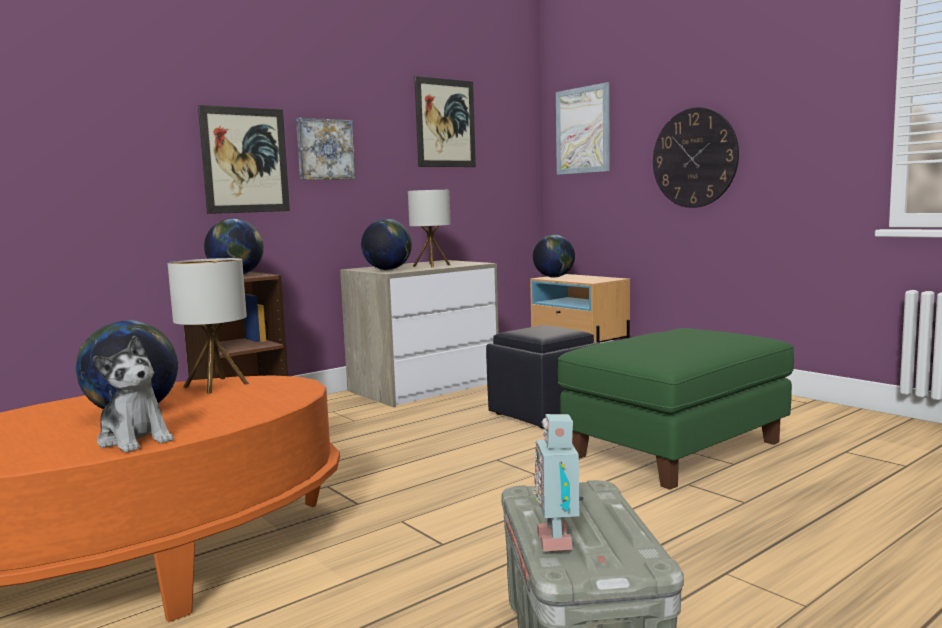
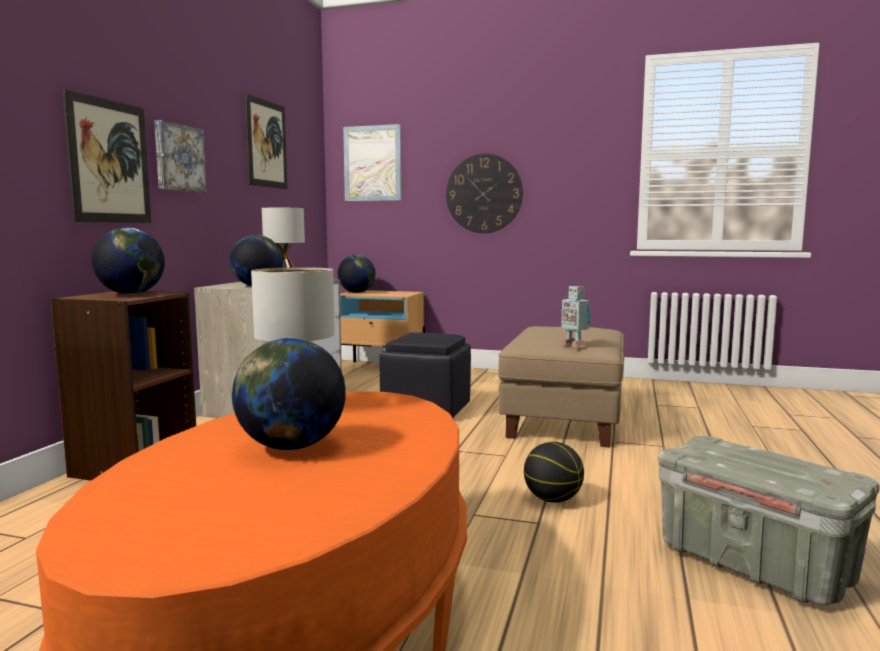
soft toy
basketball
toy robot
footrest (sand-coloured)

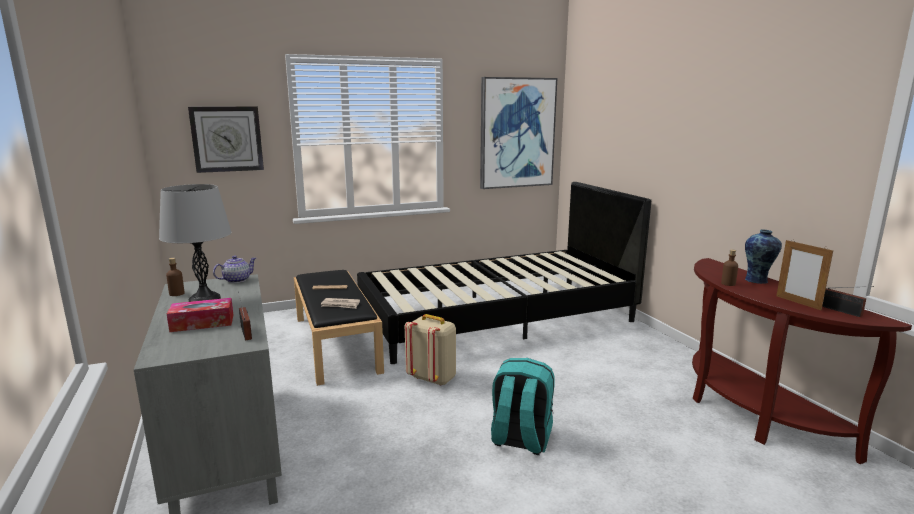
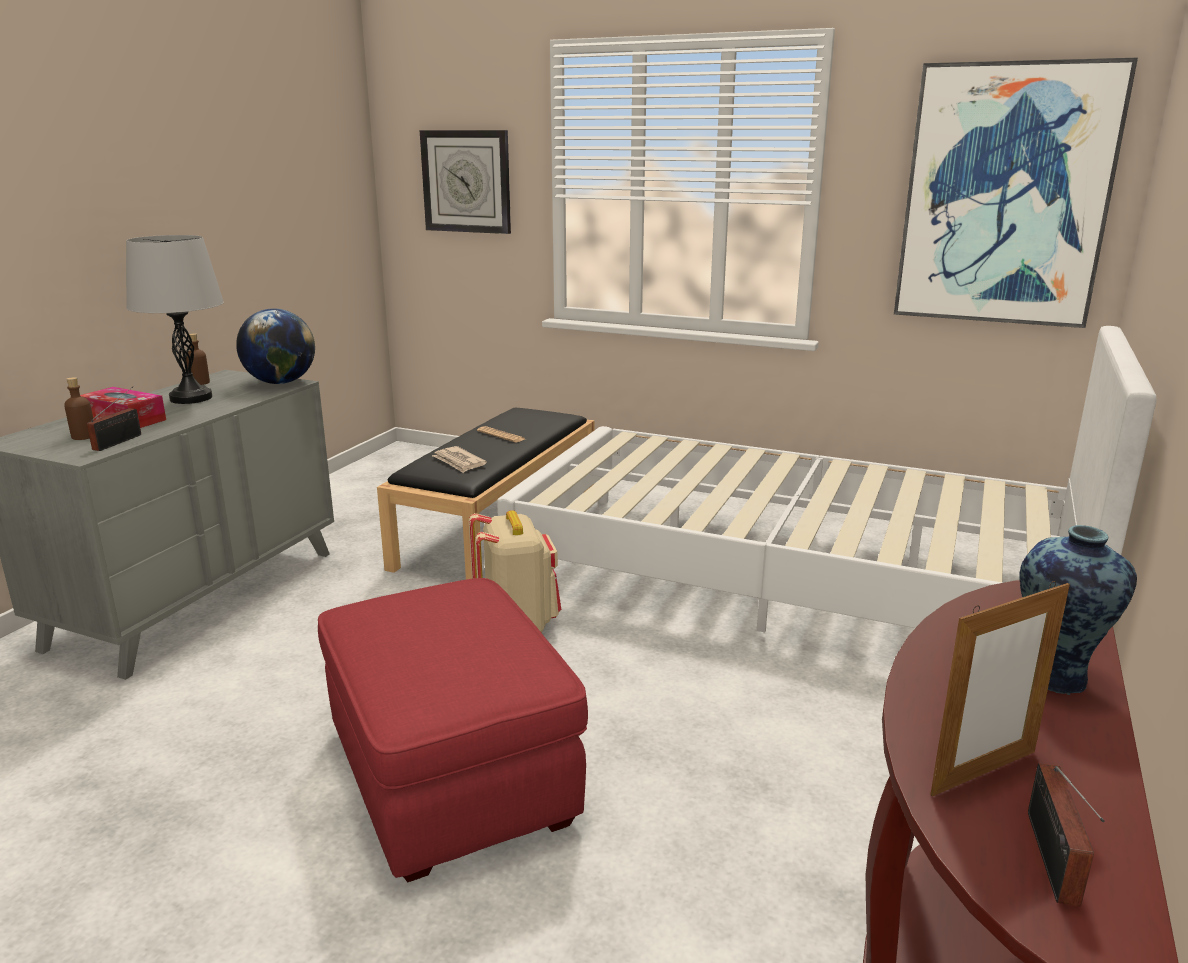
bottle (brown-coloured) (1st from left)
world globe
footrest (reddish)
sleeping bed (whitish)
picture frame

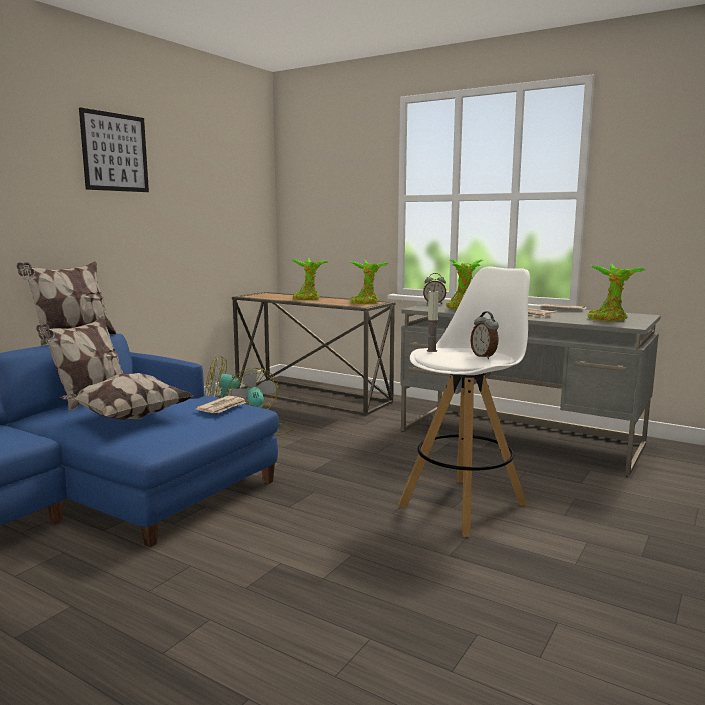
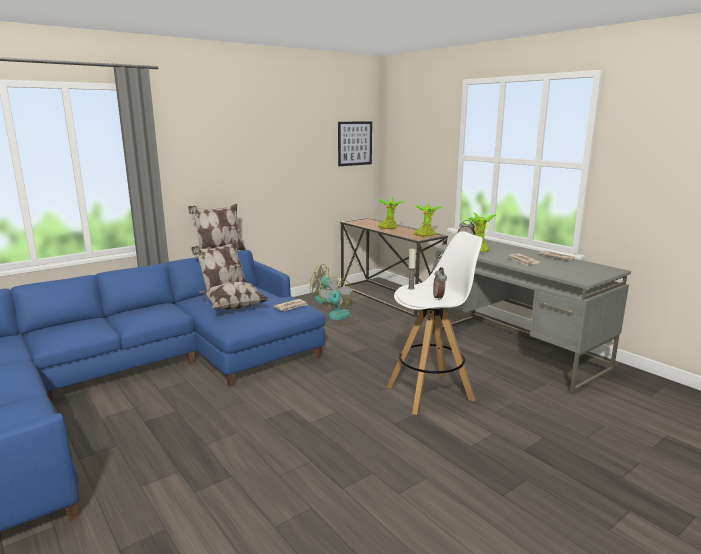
plant in a pot (4th from left in the first image)
picture

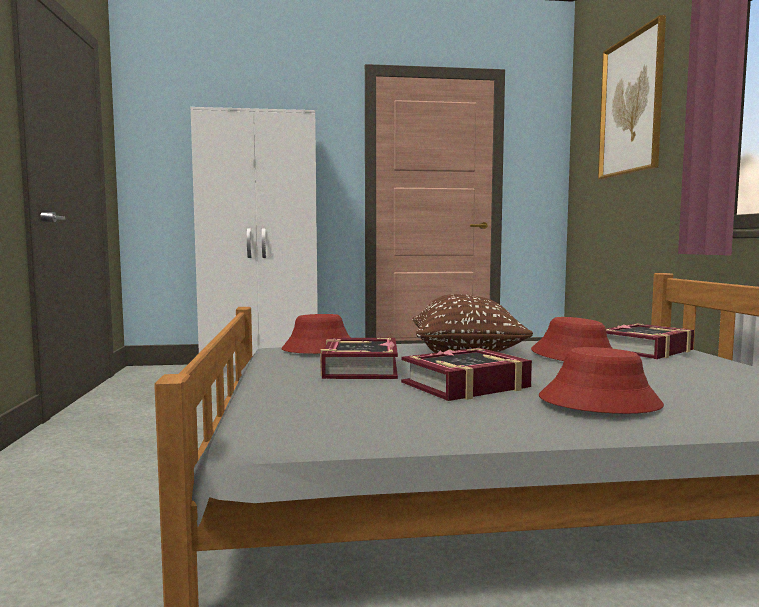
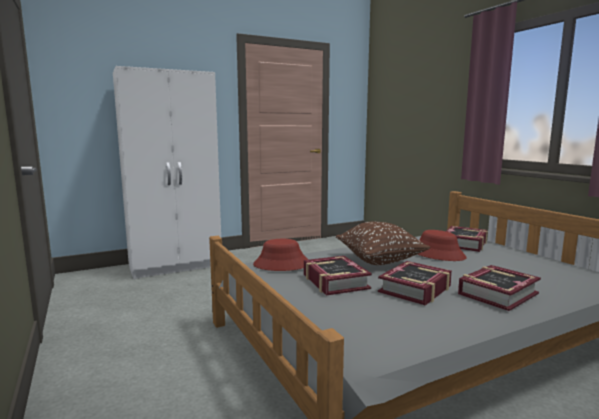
picture
book (4th from left)

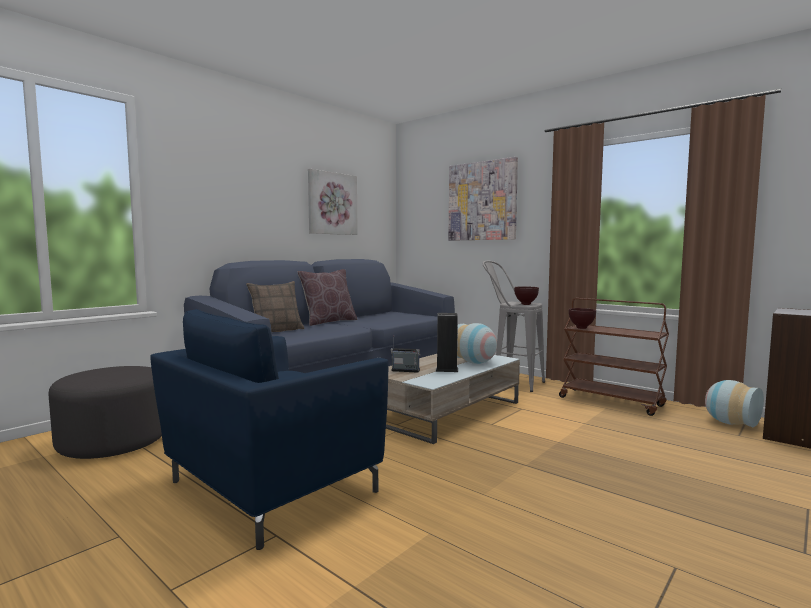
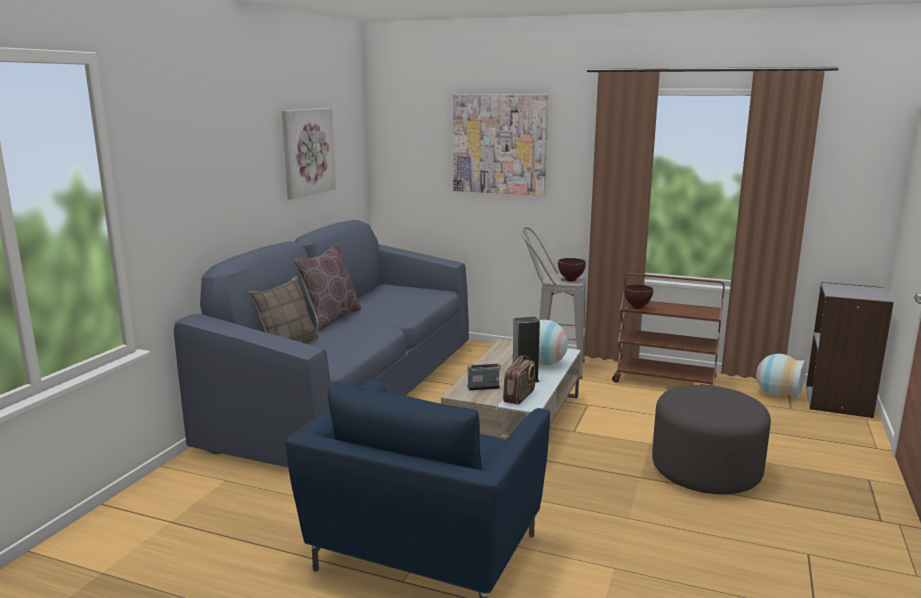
radio receiver (2nd from left)
footrest (grey)

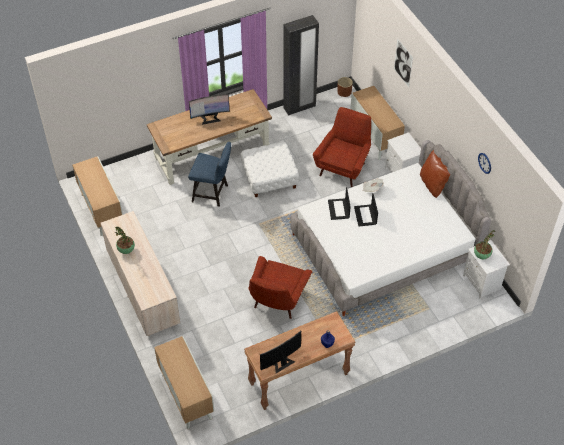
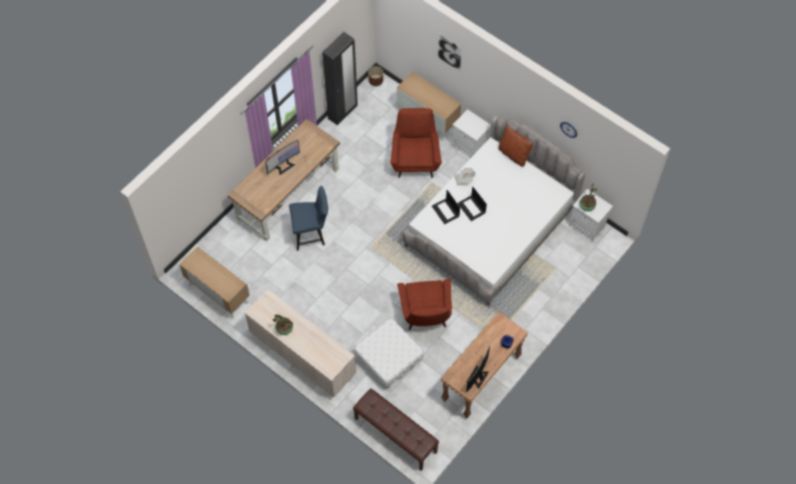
footrest (whitish)
bench (brown-coloured)

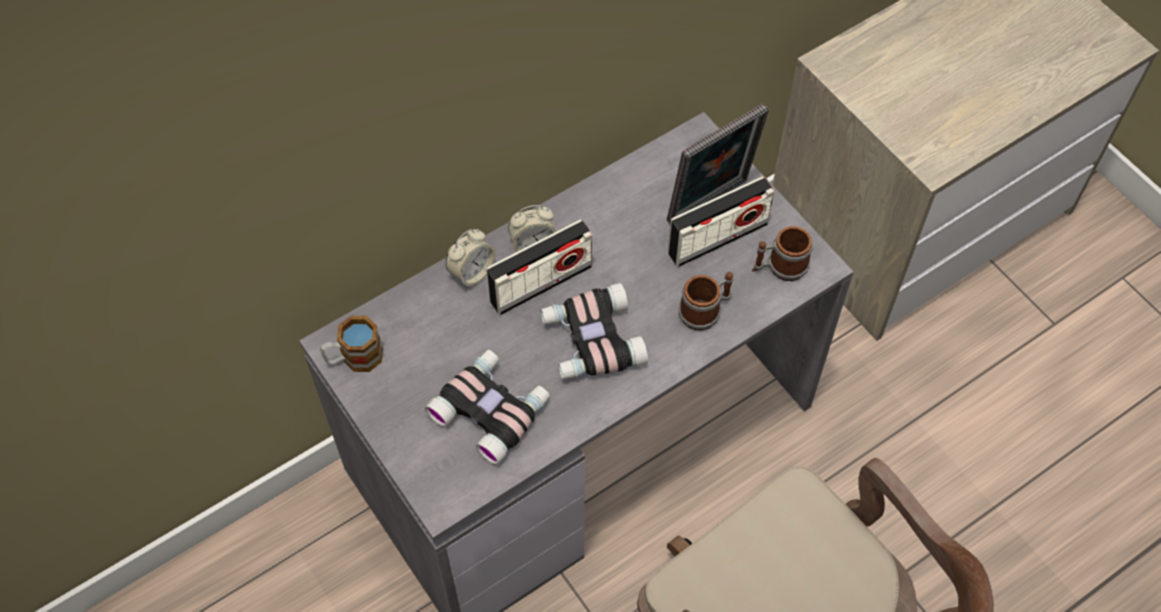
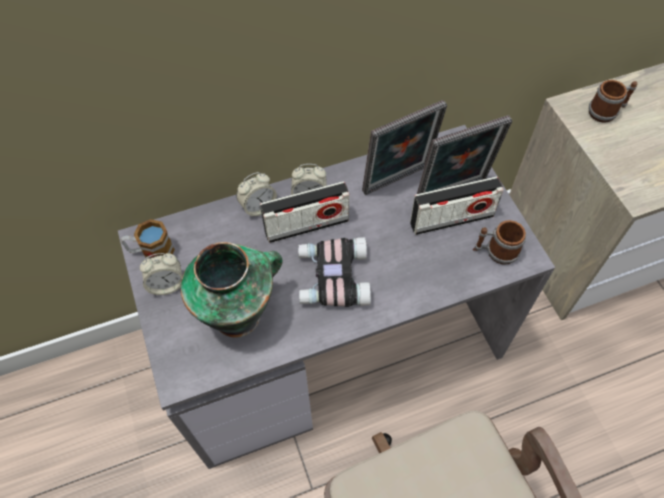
alarm clock (1st from left)
picture frame (1st from left)
mug (3rd from left)
flower vase

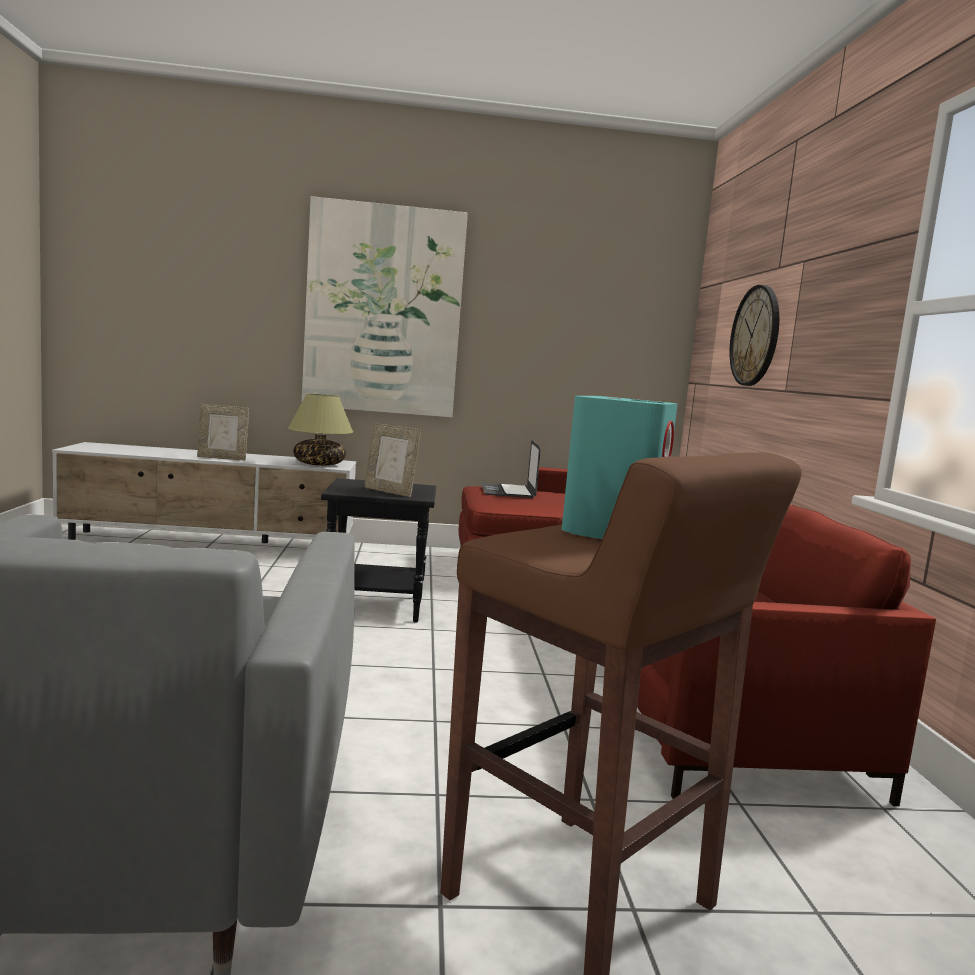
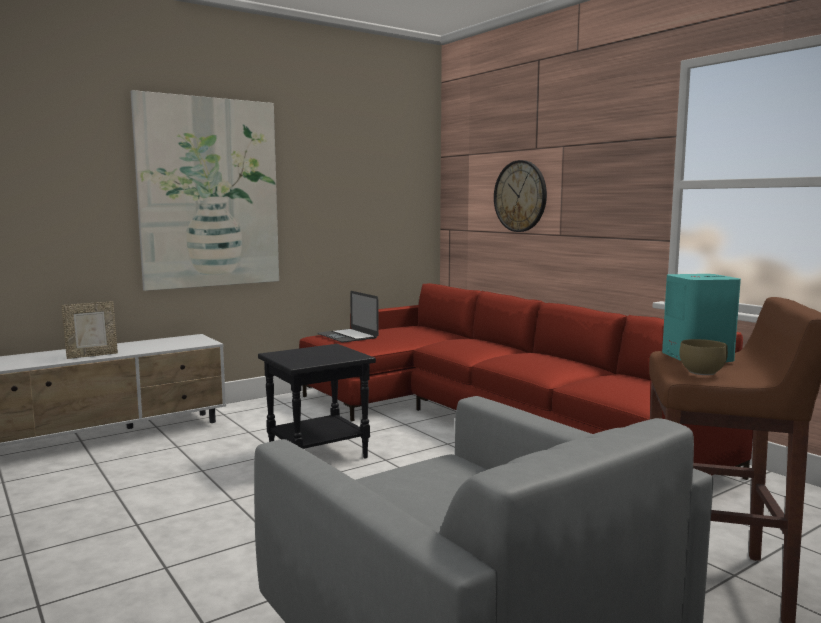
lamp for a table
picture frame (2nd from left in the first image)
serving bowl (brown-coloured)

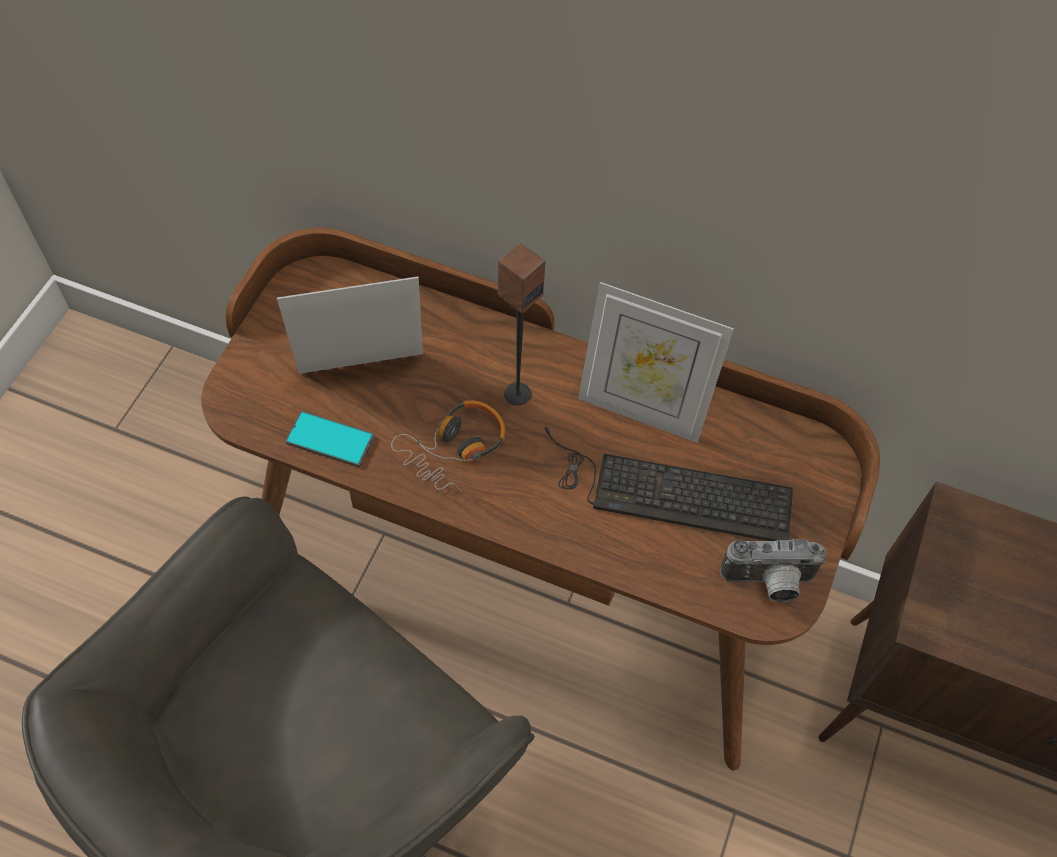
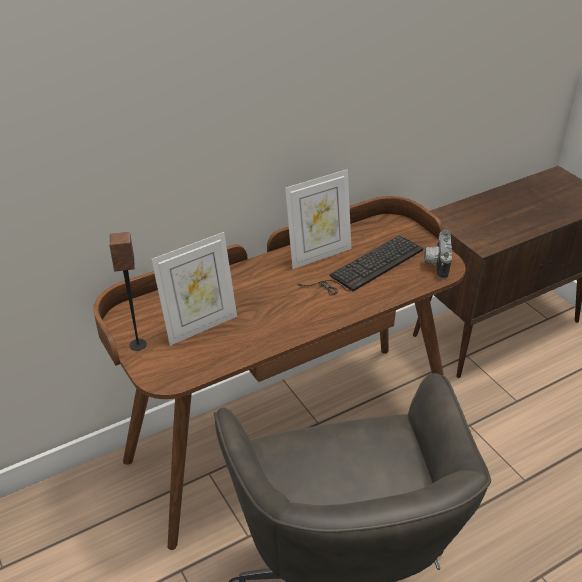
handset
pair of headphones
speaker
picture frame (1st from left)
still camera

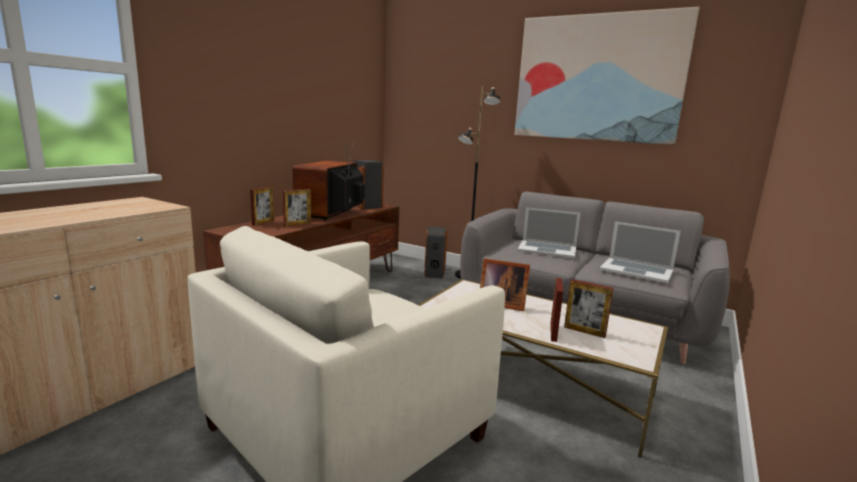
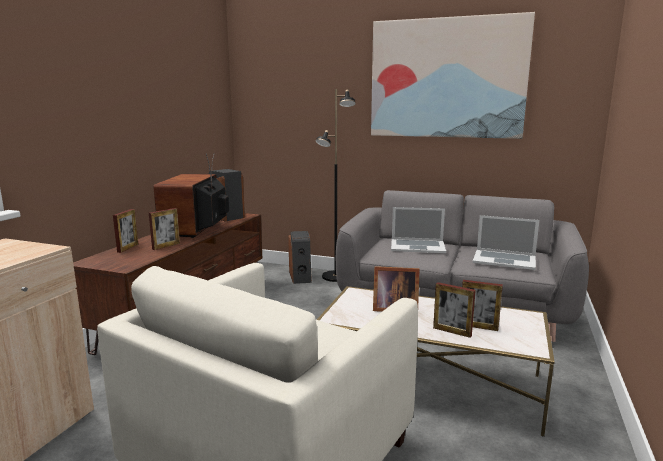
picture frame (4th from left)

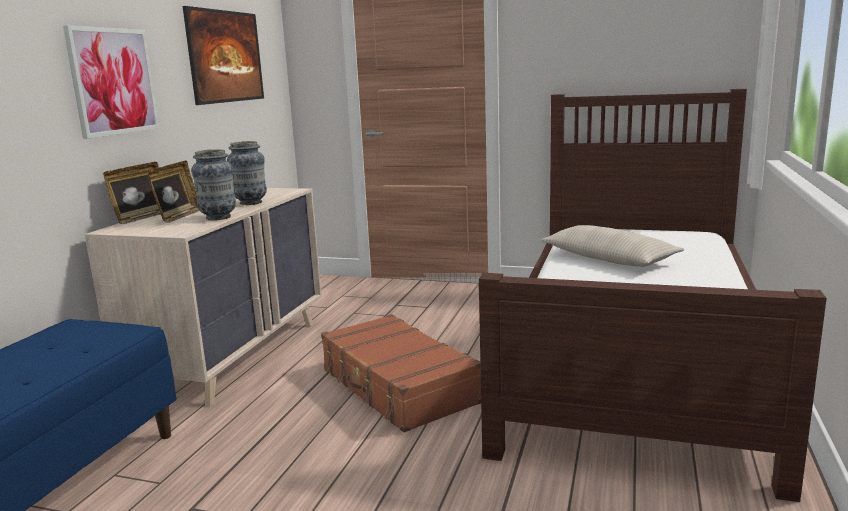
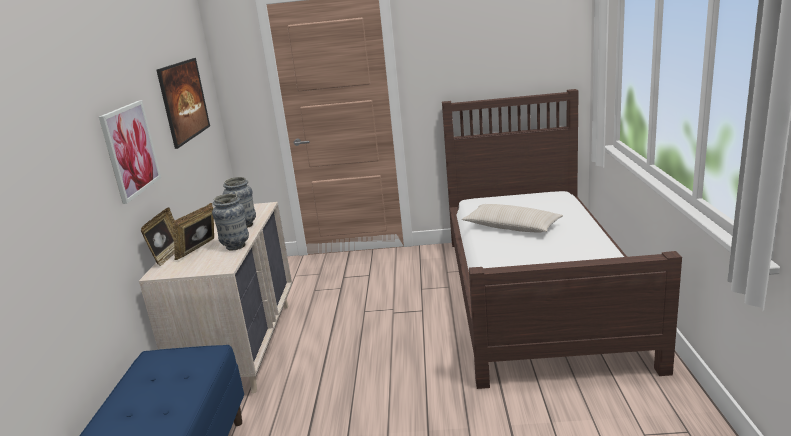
suitcase (brown-coloured)
picture frame (2nd from left)

